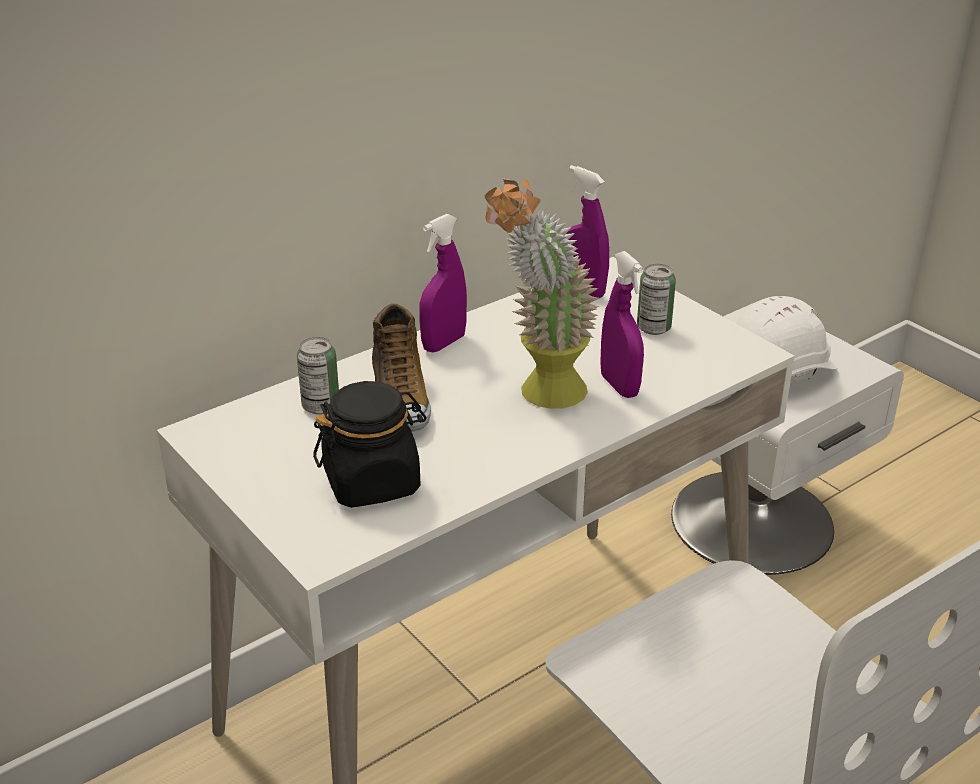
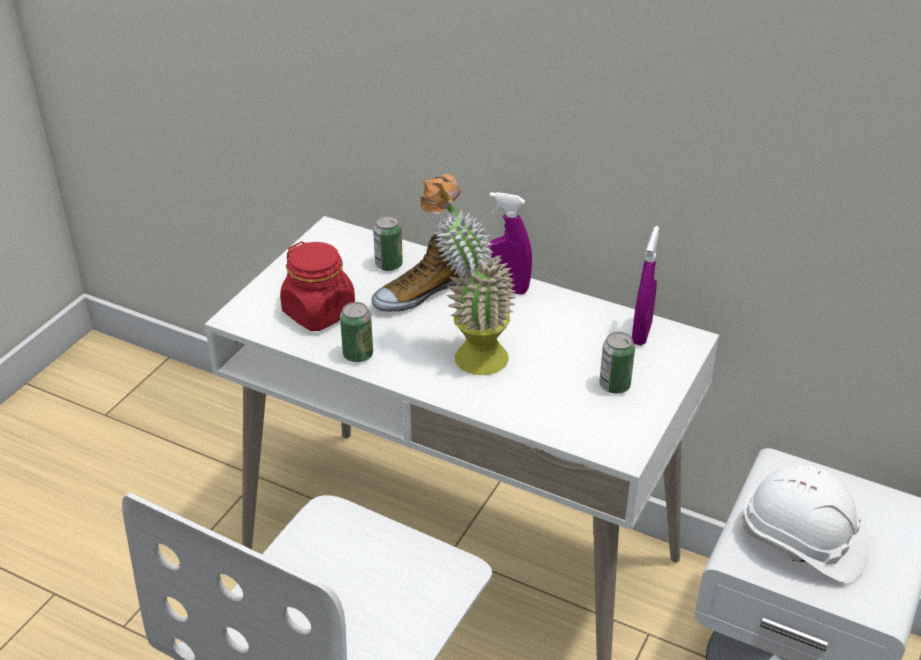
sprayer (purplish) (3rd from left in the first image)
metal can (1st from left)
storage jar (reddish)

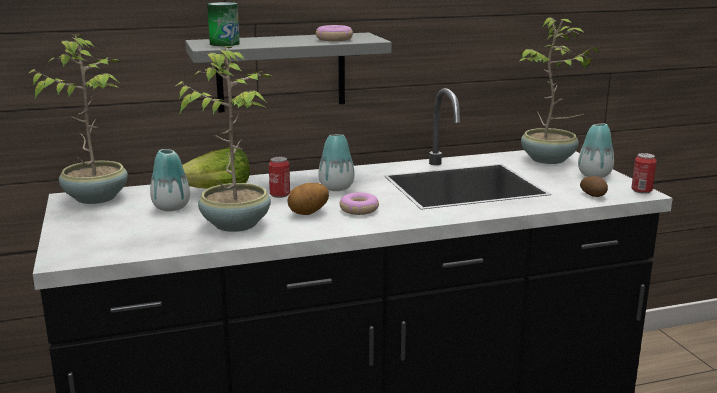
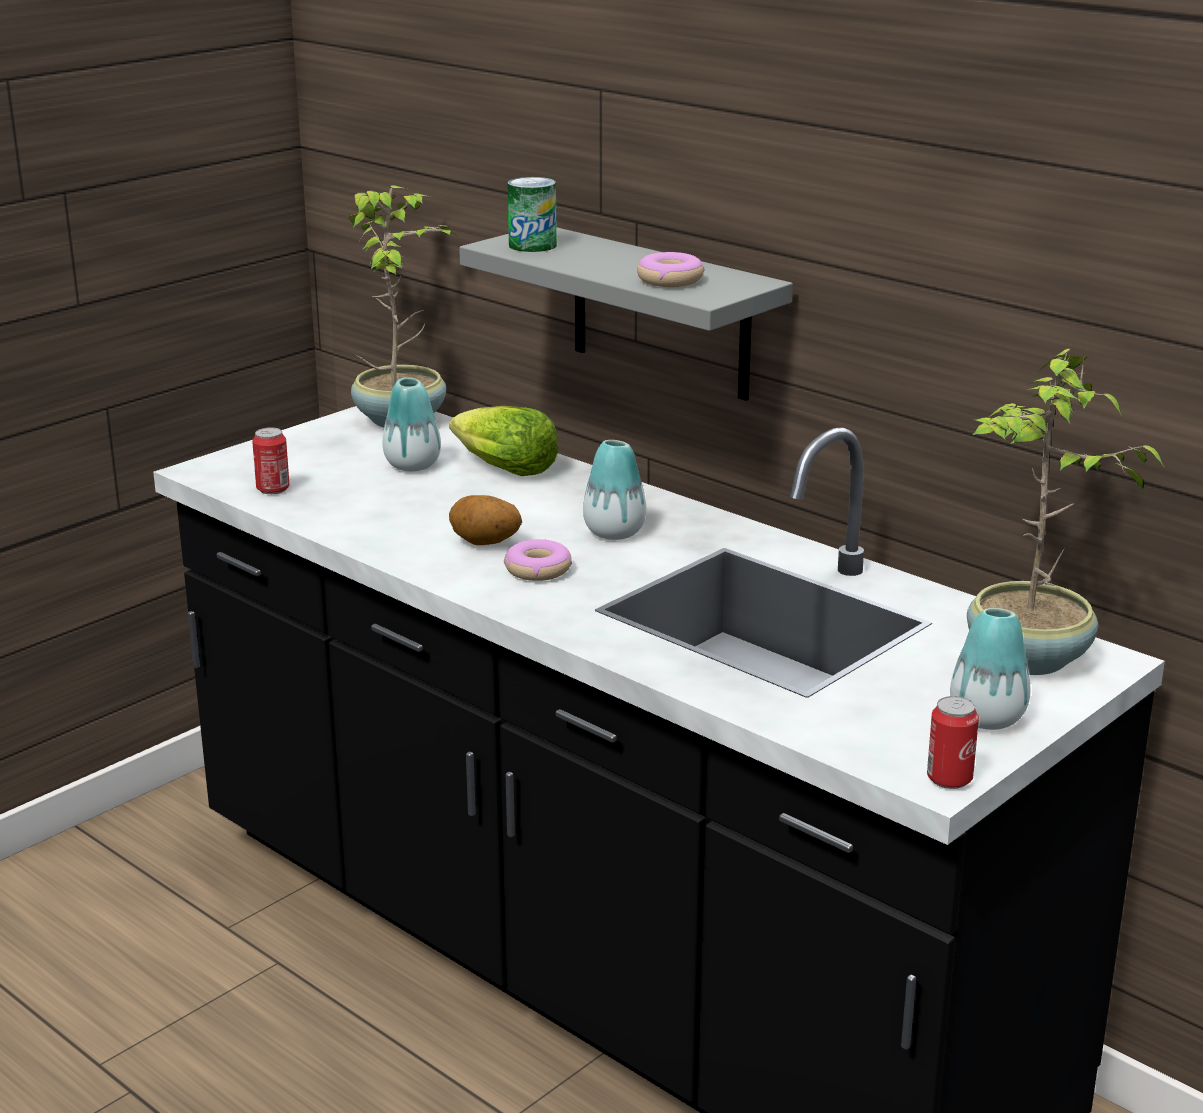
plant in a pot (2nd from left in the first image)
potato (2nd from left in the first image)
metal can (1st from left)

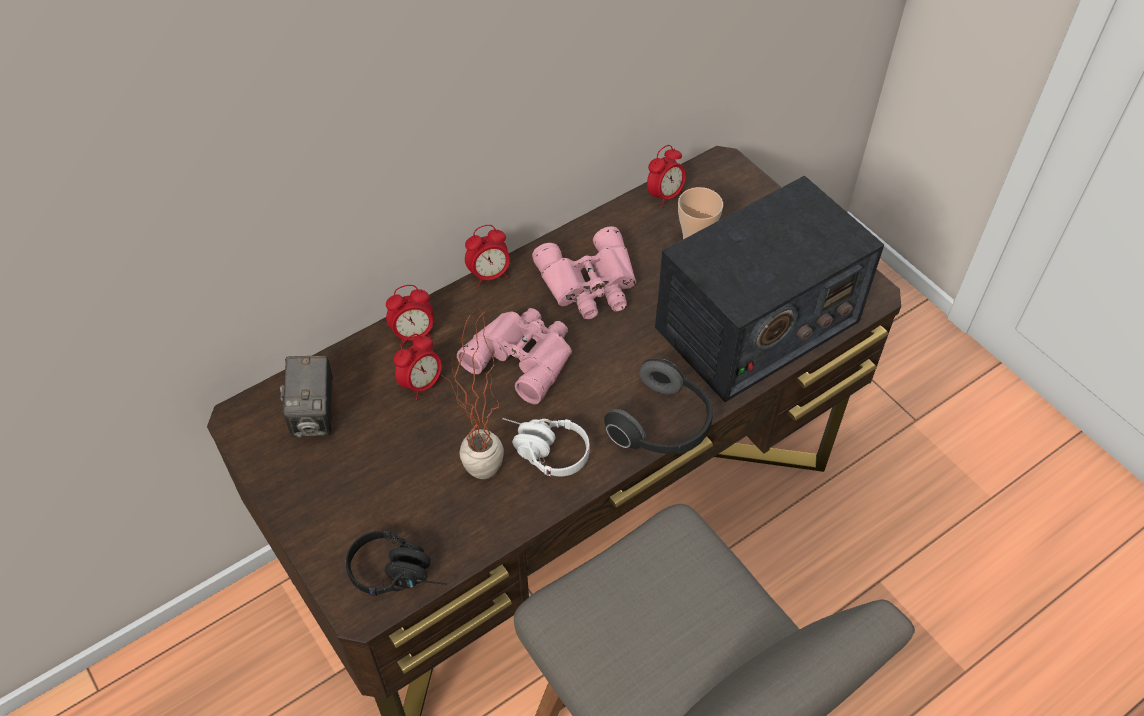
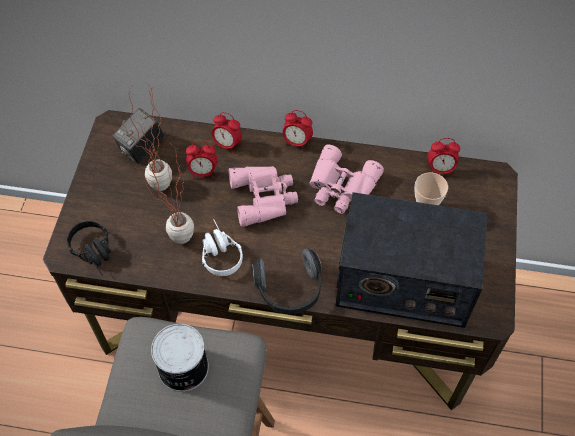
plant in a pot (1st from left)
metal can

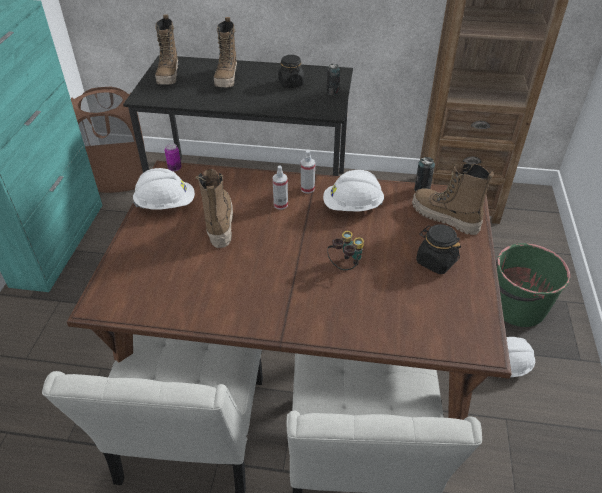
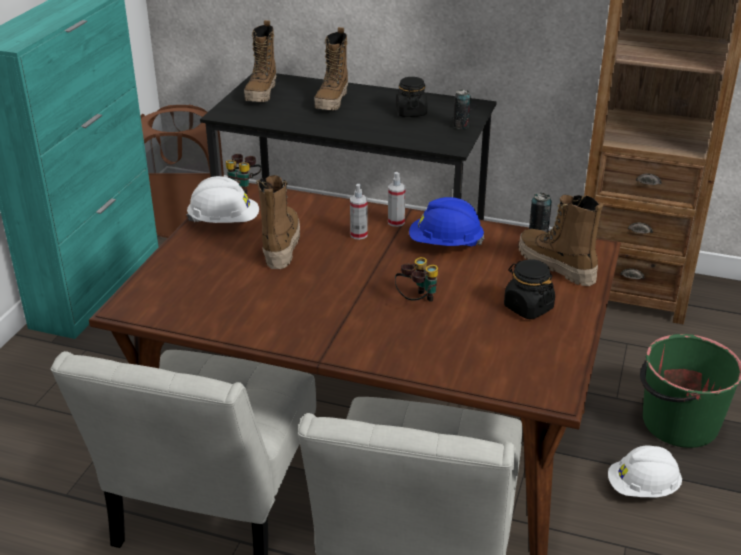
field glasses (1st from left)
safety helmet (bluish)

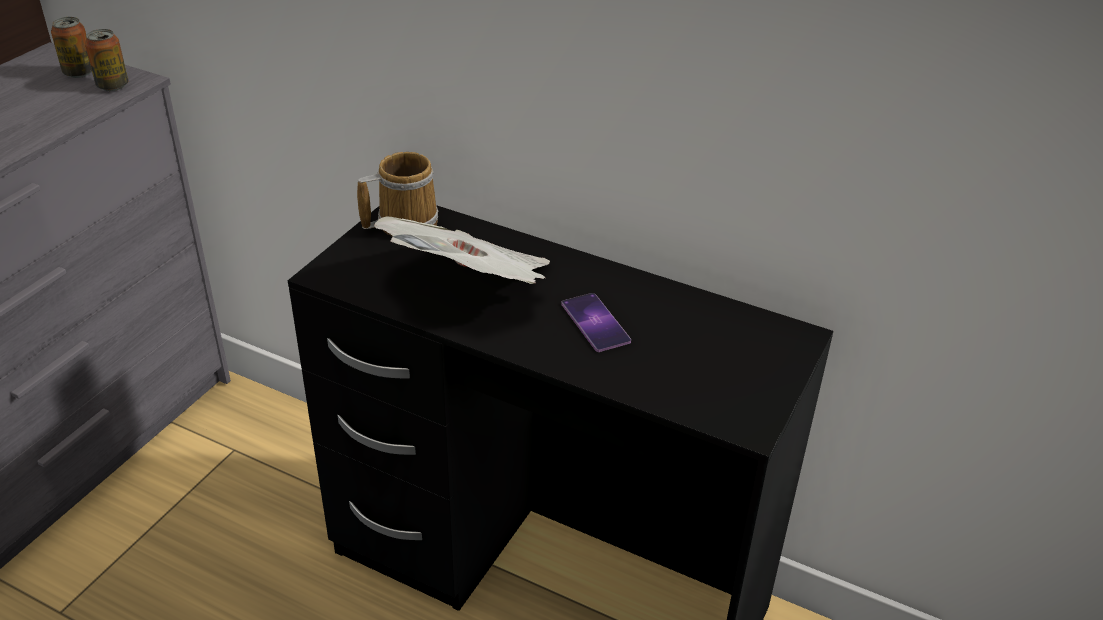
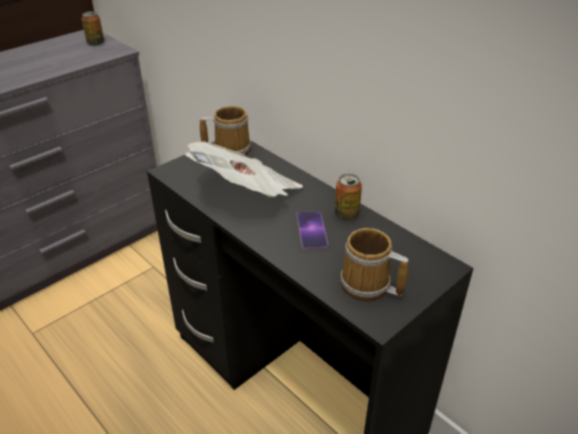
mug (2nd from left)
metal can (2nd from left)

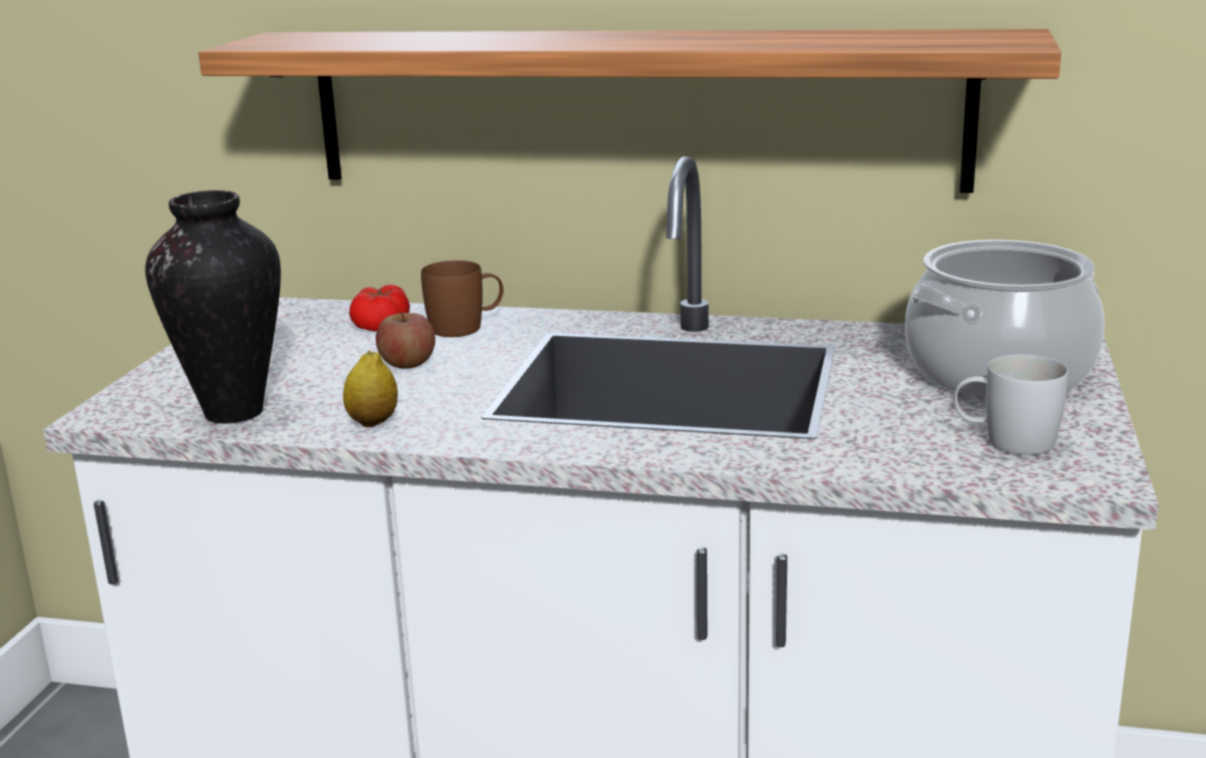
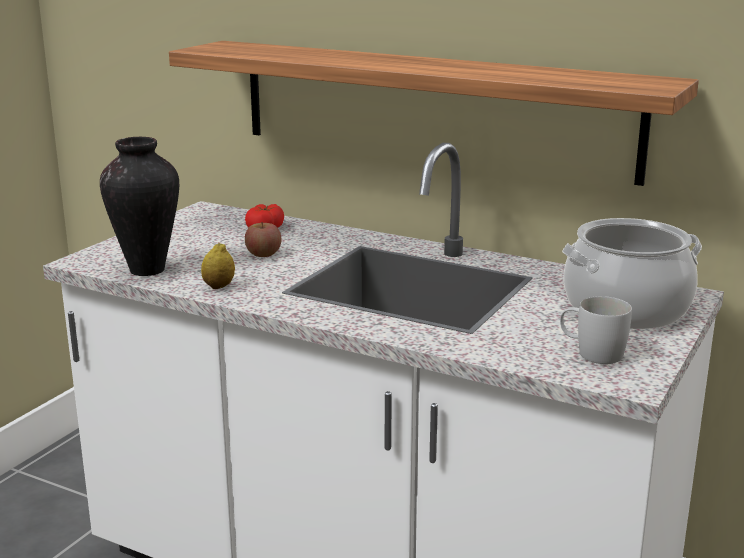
mug (brown-coloured)

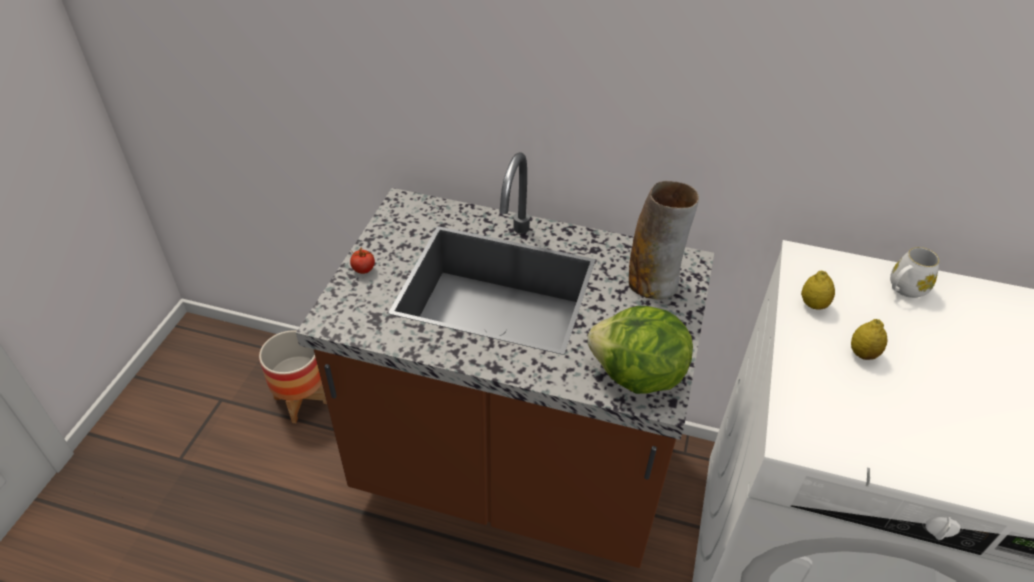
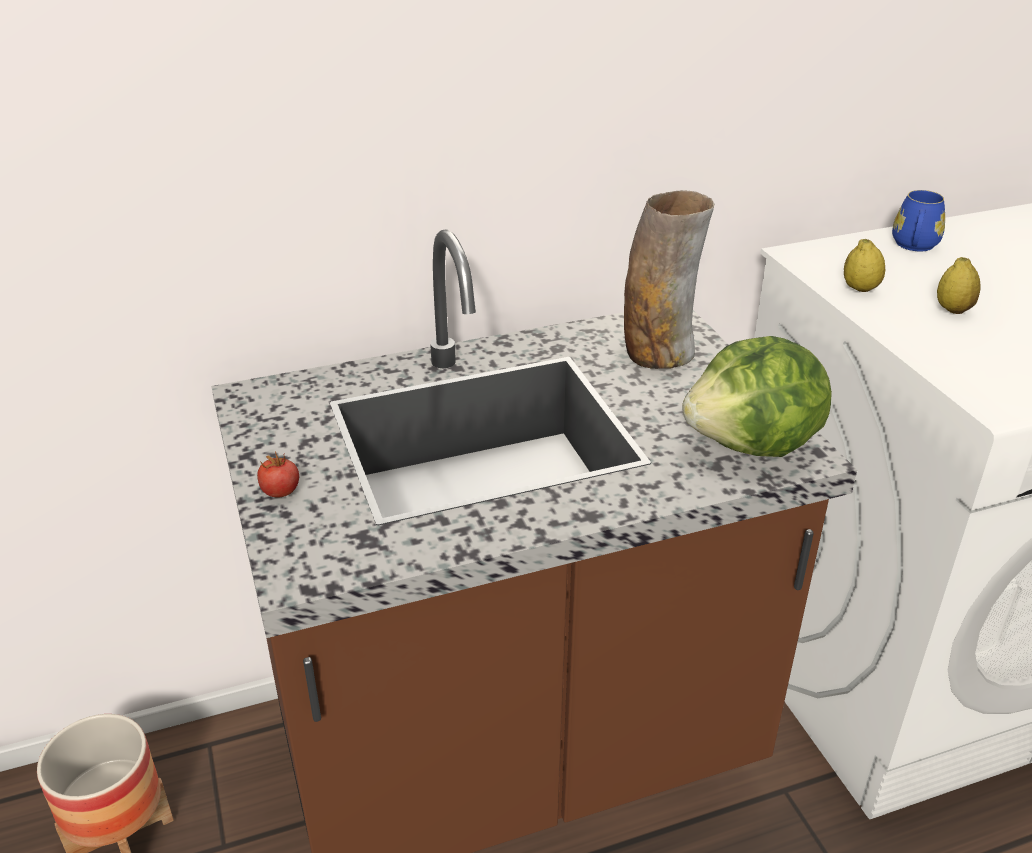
mug (bluish)

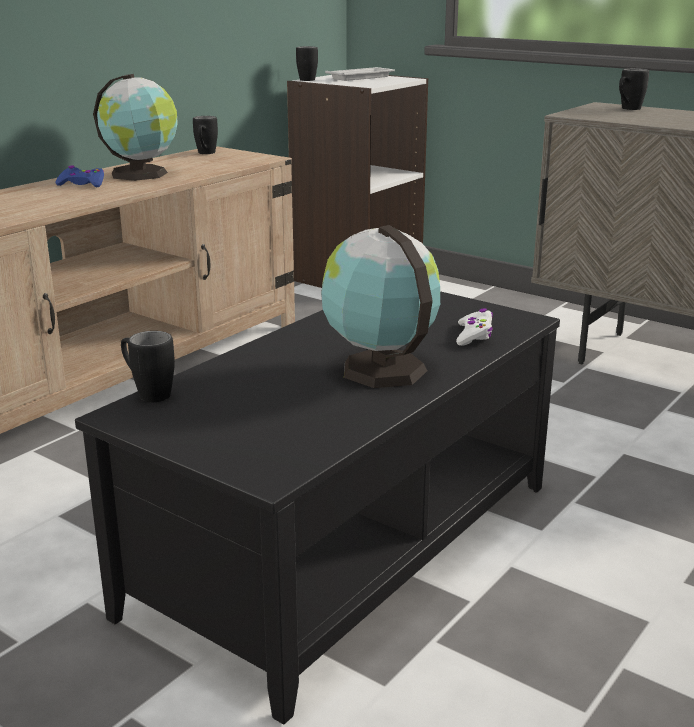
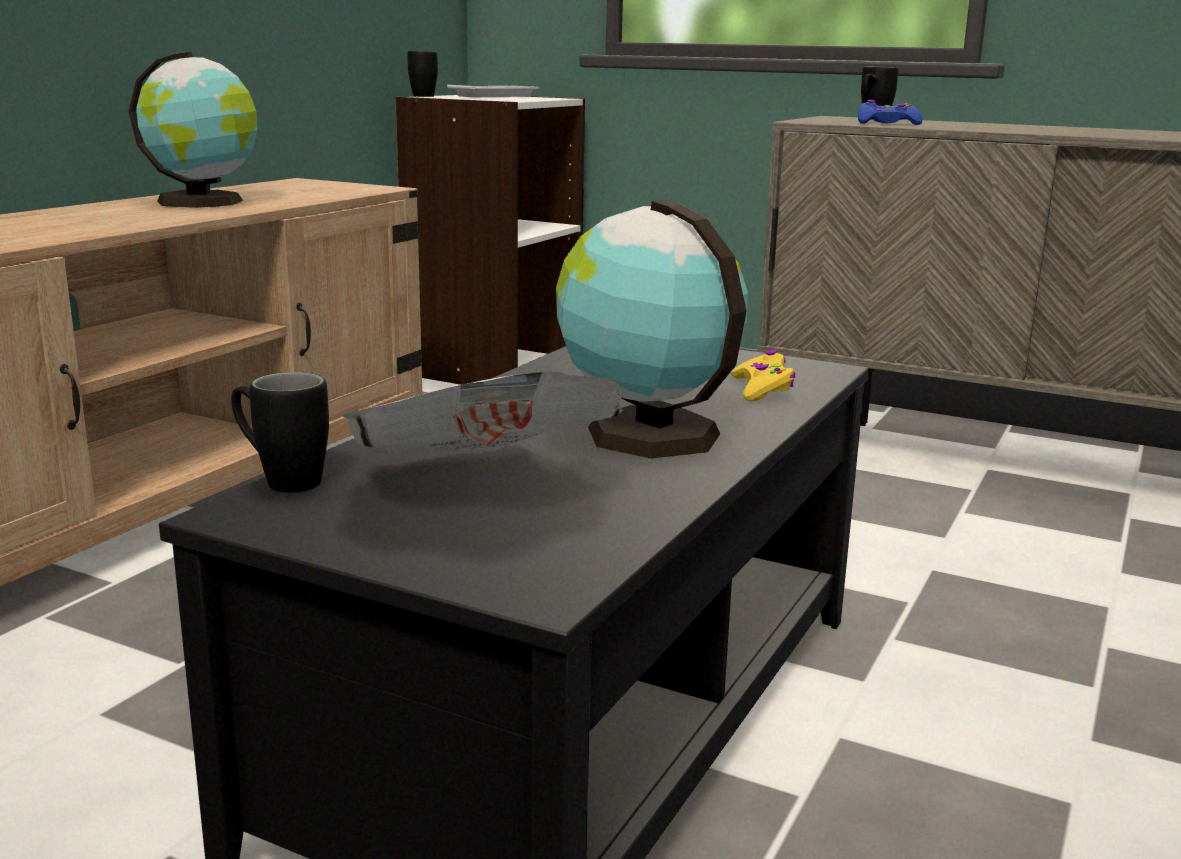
mug (black) (2nd from left in the first image)
newspaper
gamepad (bluish)
gamepad (yellowish)

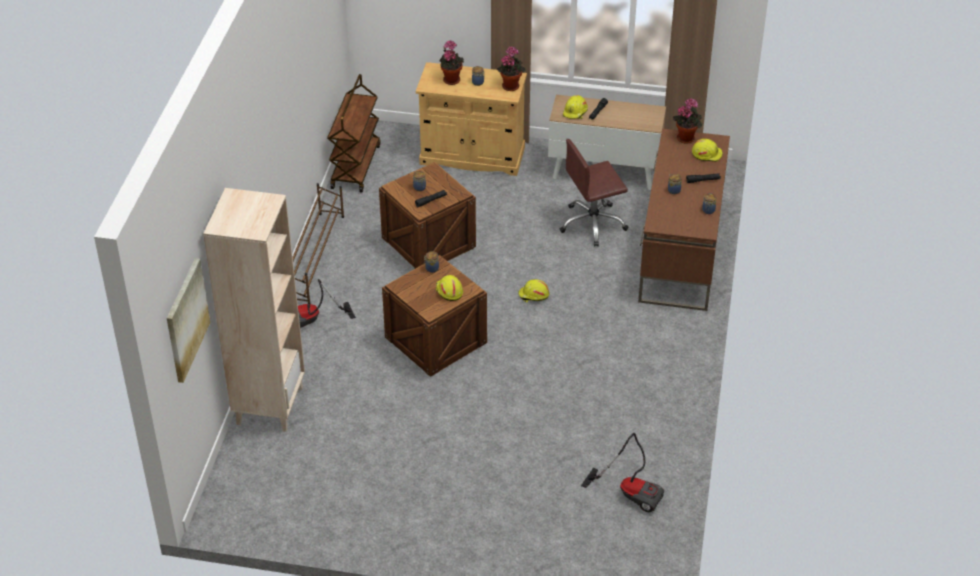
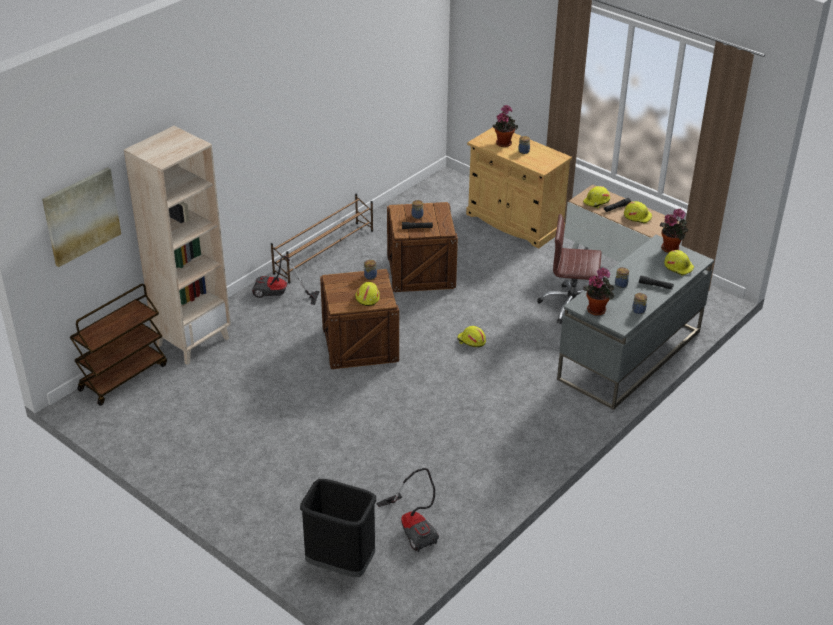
trash can (black)
safety helmet (yellowish) (4th from left)
cart (brown-coloured)
plant in a pot (2nd from left)
desk unit (grey)

